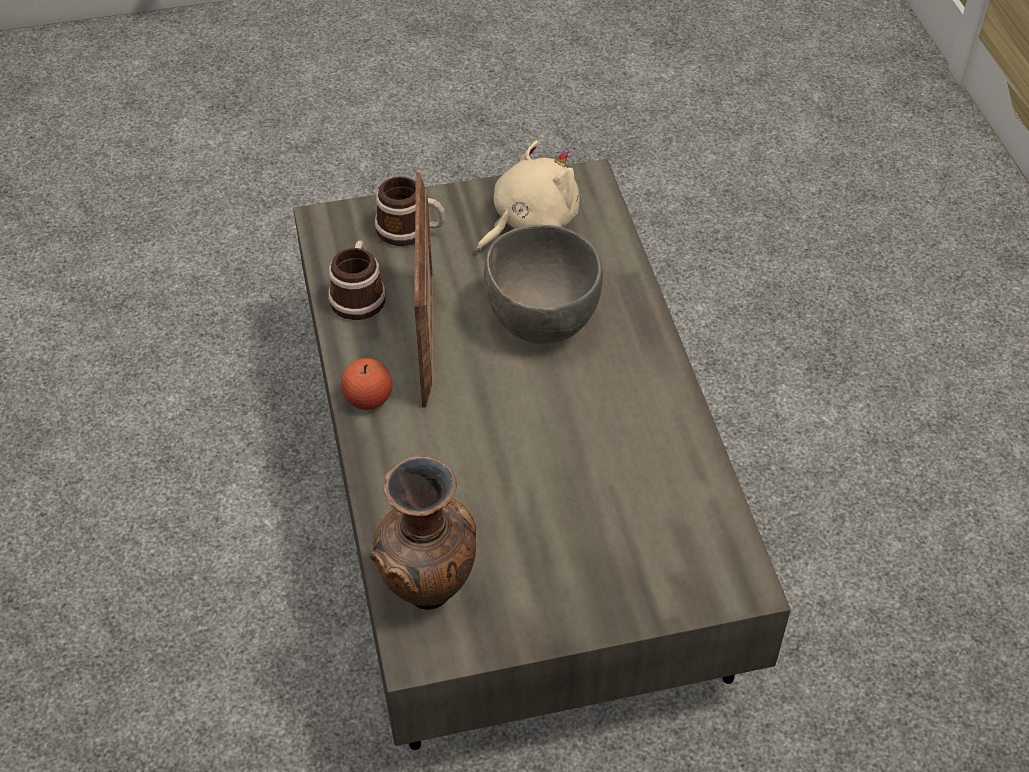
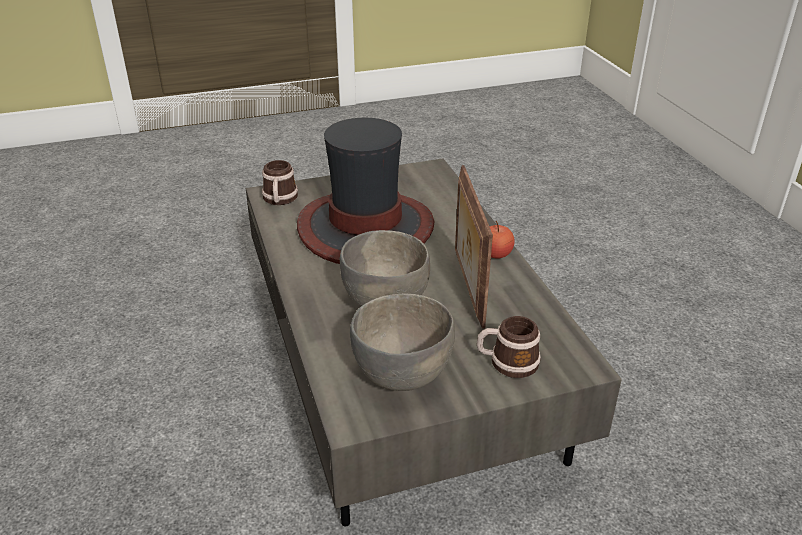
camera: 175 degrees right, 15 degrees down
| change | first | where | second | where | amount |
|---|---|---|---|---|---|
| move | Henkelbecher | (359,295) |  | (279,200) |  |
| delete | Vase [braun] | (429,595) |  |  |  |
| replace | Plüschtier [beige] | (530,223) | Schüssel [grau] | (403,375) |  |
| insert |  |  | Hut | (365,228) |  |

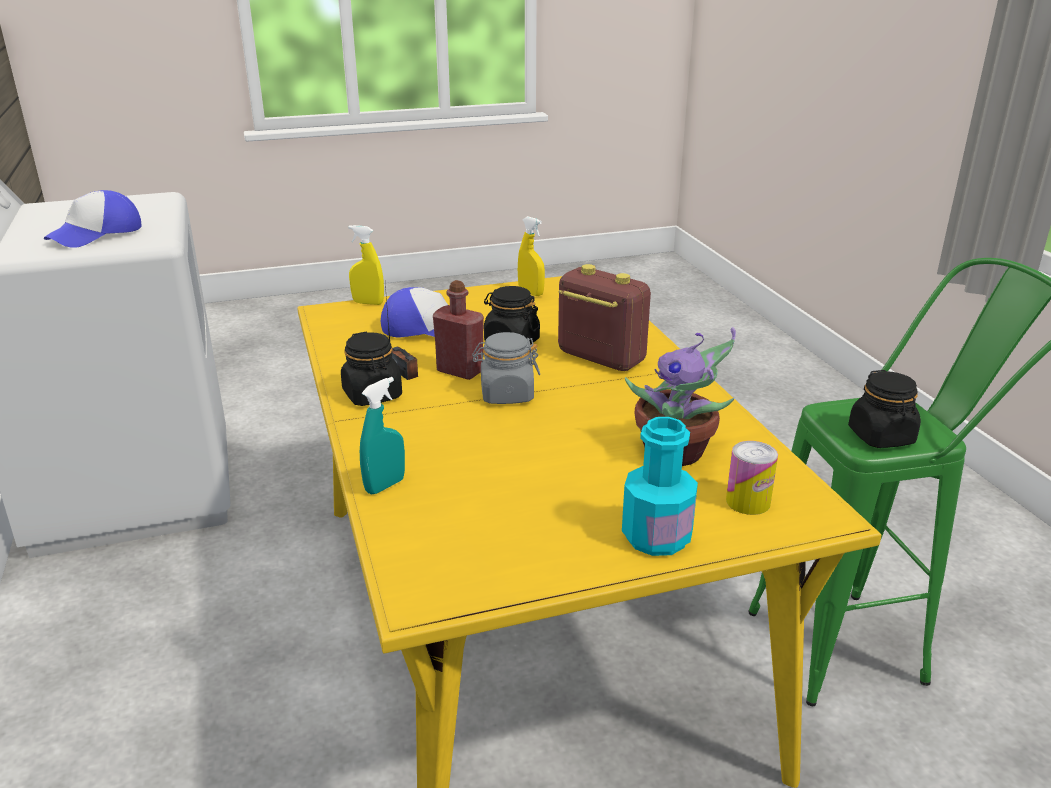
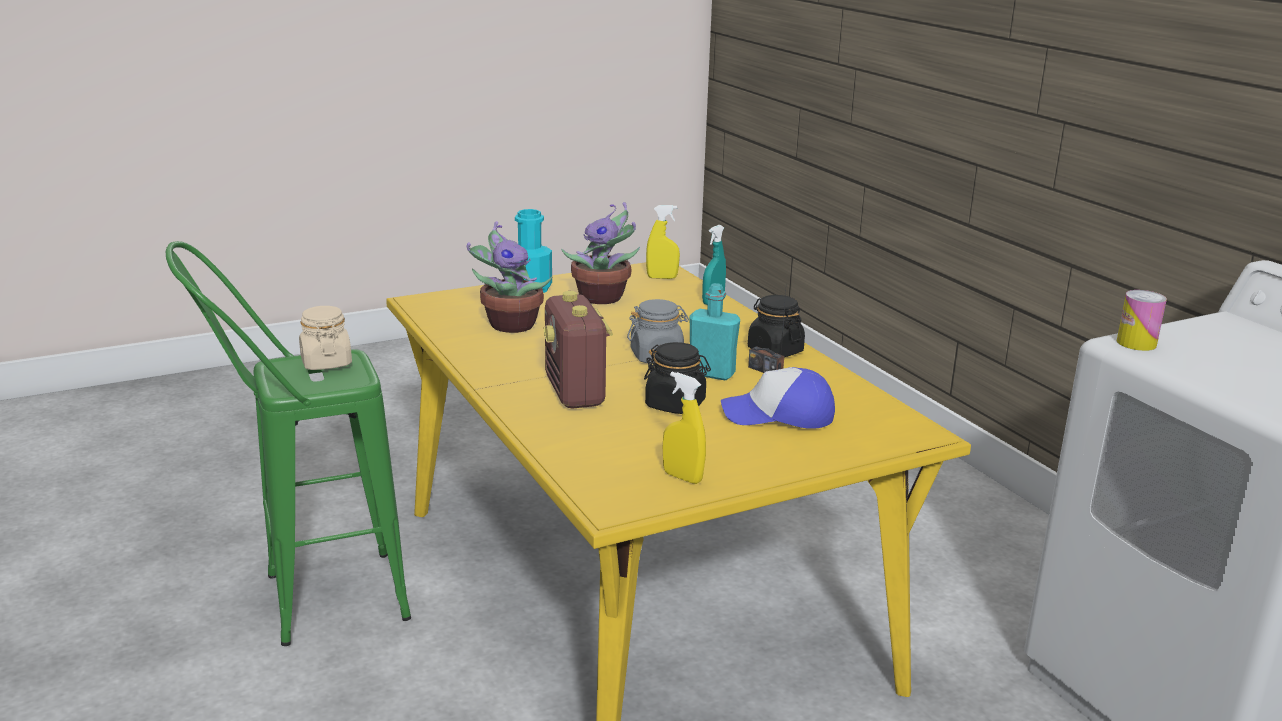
camera: 170 degrees right, 5 degrees down
| change | first | where | second | where | amount |
|---|---|---|---|---|---|
| delete | Kappe | (96,234) |  |  |  |
| move | Sprühflasche [gelb] | (368,303) |  | (662,277) |  |
| recolor | Flasche [rot] | (460,371) | Flasche [türkis] | (711,373) |  |
| rotate | Radio | (600,358) |  | (575,393) | 45 degrees clockwise |
| move | Dose | (748,501) |  | (1136,343) |  |
| recolor | Vorratsglas [schwarz] | (881,436) | Vorratsglas [beige] | (326,362) |  |
| insert |  |  | Topfpflanze | (603,298) |  |

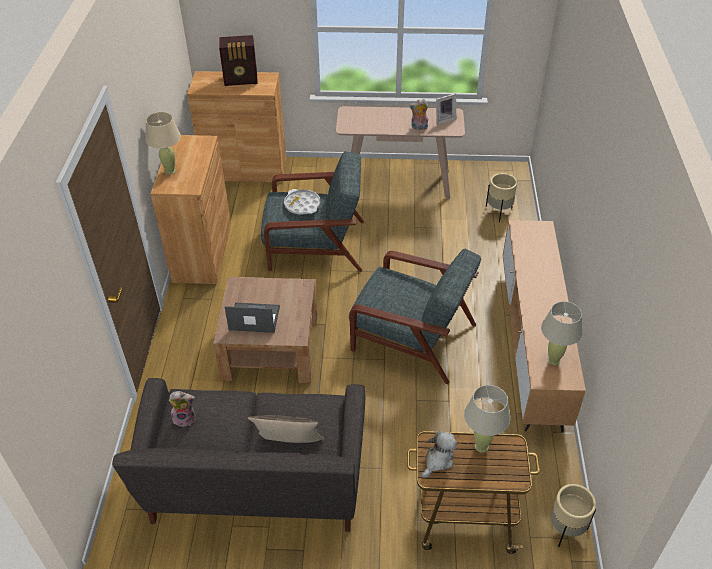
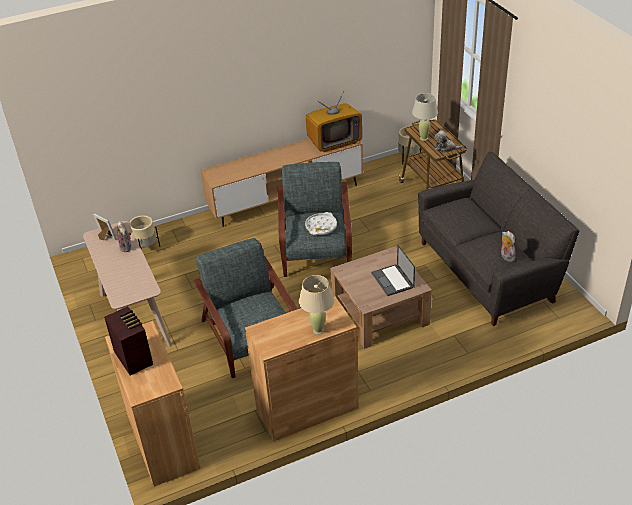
camera: 115 degrees left, 5 degrees down
| change | first | where | second | where | amount |
|---|---|---|---|---|---|
| delete | Kissen | (289,445) |  |  |  |
| move | Tablett [weiß] | (302,205) |  | (321,226) |  |
| replace | Tischlampe [beige] | (553,360) | Fernseher | (334,141) |  |

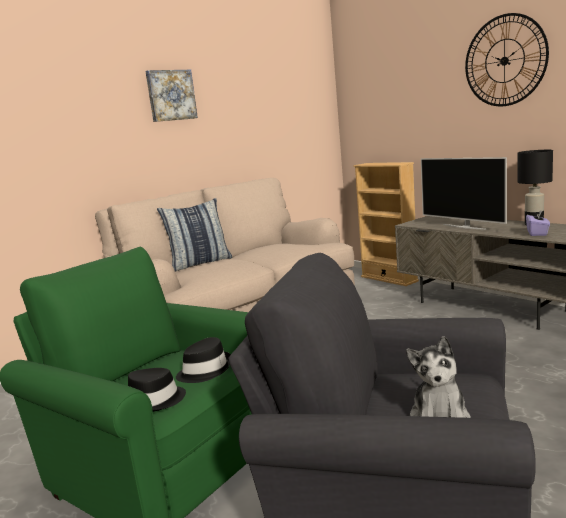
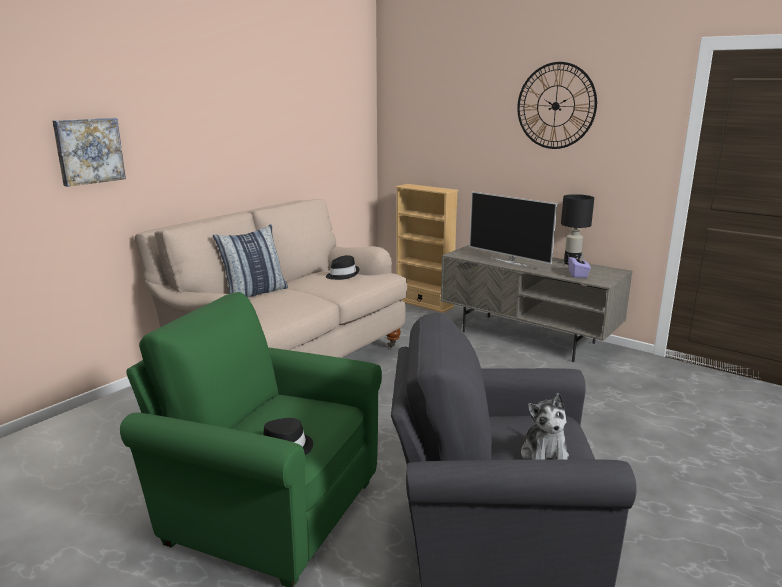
camera: 15 degrees left, 5 degrees up
| change | first | where | second | where | amount |
|---|---|---|---|---|---|
| move | Bild | (171,95) |  | (89,151) |  |
| move | Hut [schwarz] | (205,370) |  | (342,274) |  |

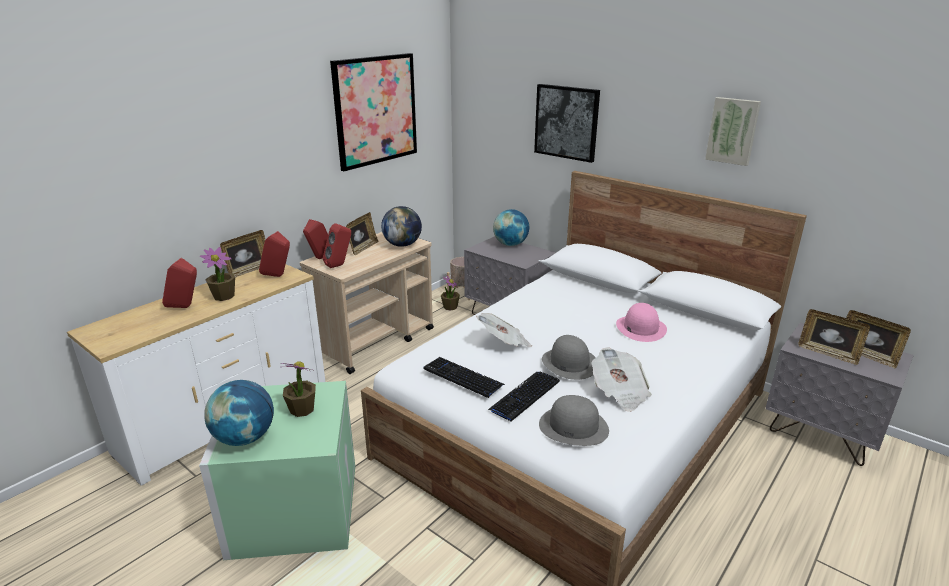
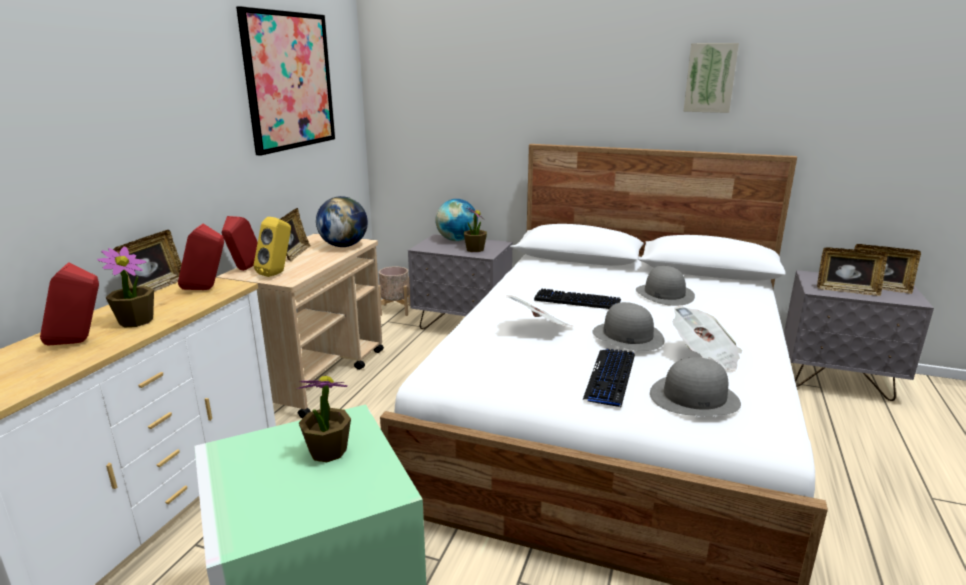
camera: 20 degrees left, 5 degrees down
| change | first | where | second | where | amount |
|---|---|---|---|---|---|
| delete | Globus | (245,438) |  |  |  |
| recolor | Lautsprecher [rot] | (340,265) | Lautsprecher [gelb] | (277,273) |  |
| move | Tastatur | (463,377) |  | (577,300) |  |
| move | Topfpflanze | (450,307) |  | (475,249) |  |
| delete | Bild | (566,122) |  |  |  |
| recolor | Hut [rosa] | (640,328) | Hut [grau] | (664,294) |  |

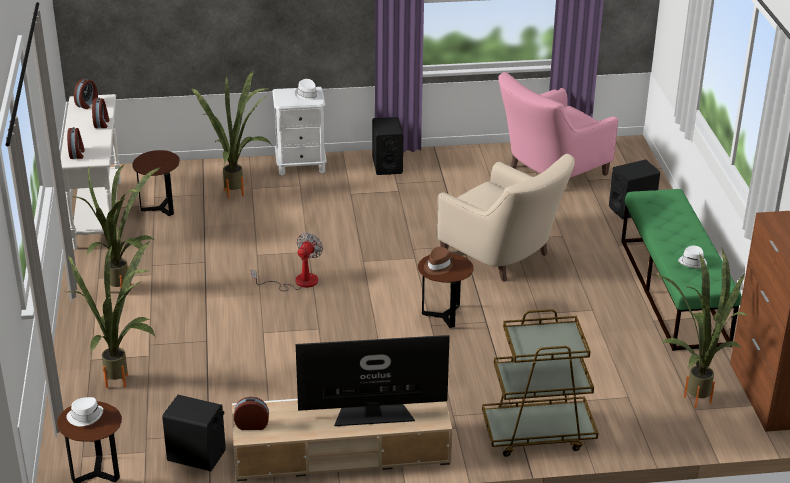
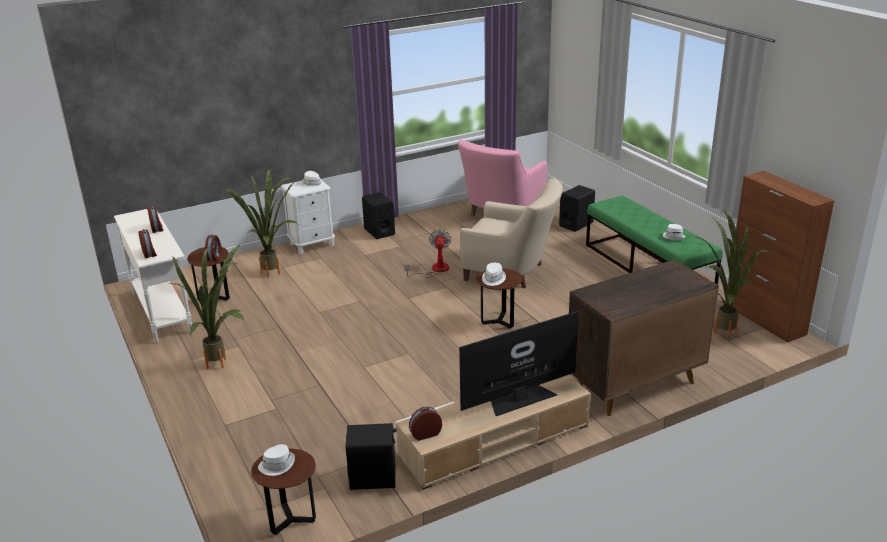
camera: 20 degrees left, 5 degrees down
| change | first | where | second | where | amount |
|---|---|---|---|---|---|
| delete | Topfpflanze | (124,383) |  |  |  |
| move | Wecker | (87,104) |  | (215,257) |  |
| move | Ventilator | (297,282) |  | (434,270) |  |
| recolor | Hut [braun] | (438,266) | Hut [weiß] | (493,278) |  |
| replace | Rollwagen [braun] | (537,433) | Schrank [braun] | (634,385) |  |

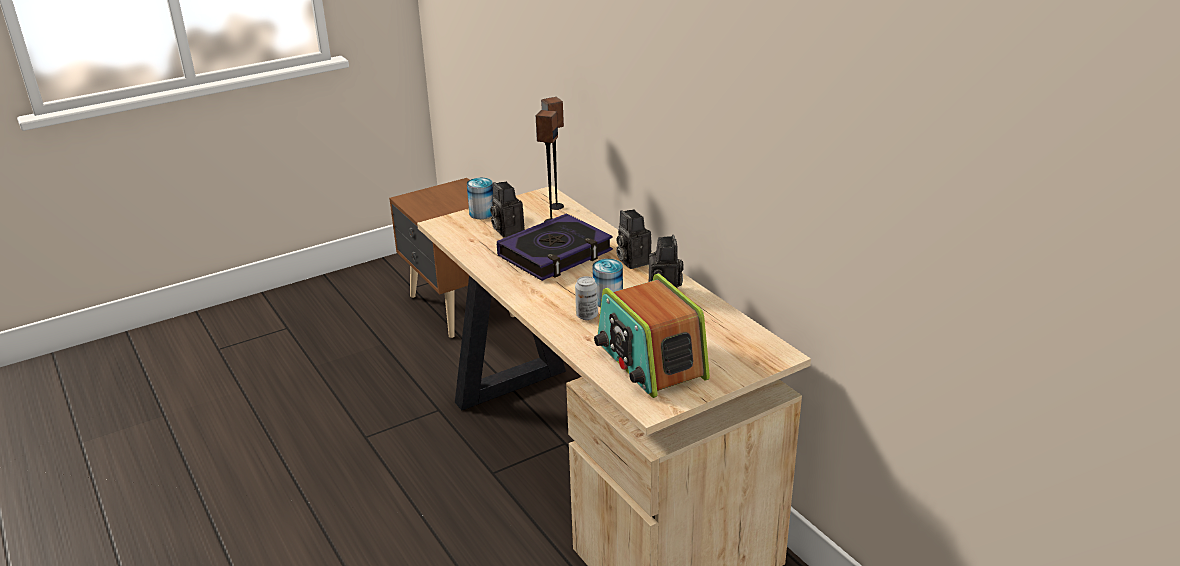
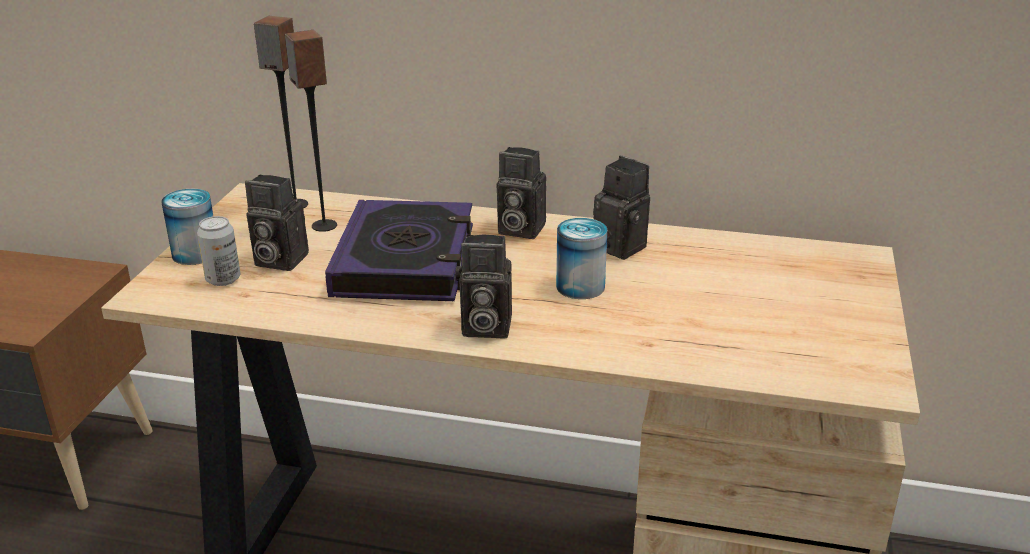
camera: 45 degrees left, 0 degrees up
| change | first | where | second | where | amount |
|---|---|---|---|---|---|
| move | Dose | (587,315) |  | (223,279) |  |
| delete | Radio | (650,361) |  |  |  |
| insert |  |  | Kamera | (483,327) |  |

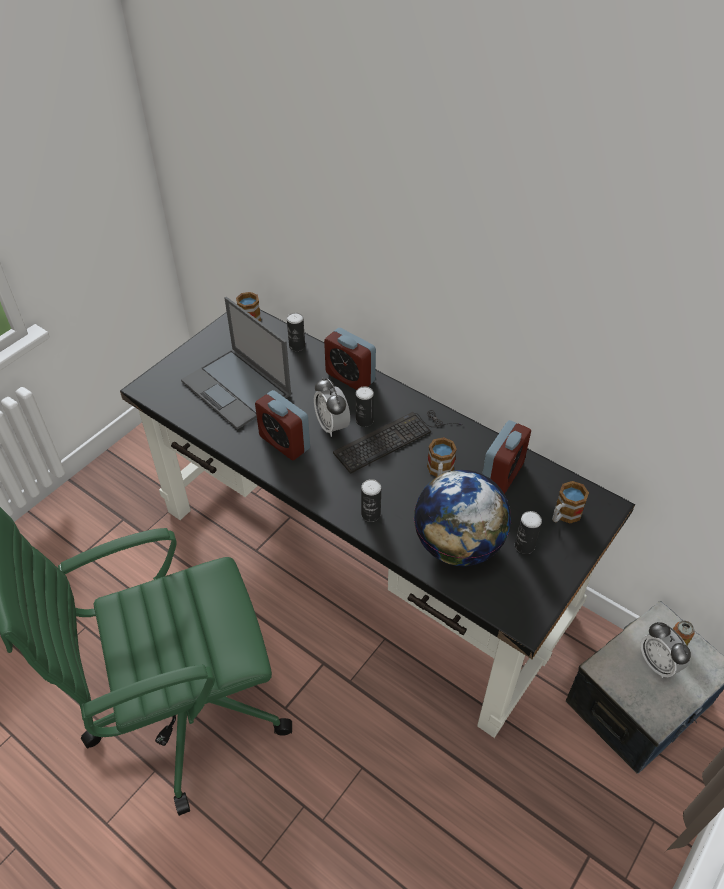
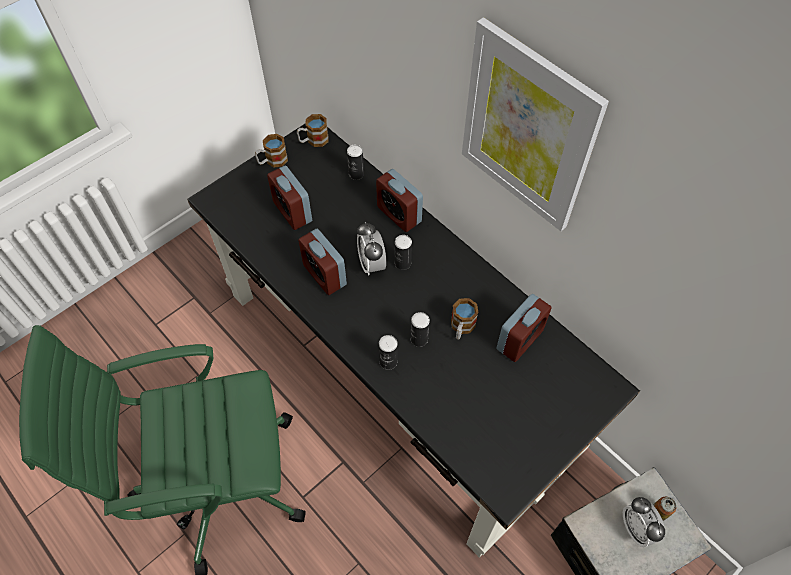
camera: 10 degrees right, 10 degrees up
| change | first | where | second | where | amount |
|---|---|---|---|---|---|
| replace | Laptop | (237,388) | Wecker | (292,212) |  |
| delete | Tastatur | (394,438) |  |  |  |
| delete | Globus | (457,545) |  |  |  |
| move | Dose | (524,546) |  | (419,339) |  |
| move | Henkelbecher | (564,515) |  | (272,161) |  |
| insert |  |  | Bild | (527,129) |  |

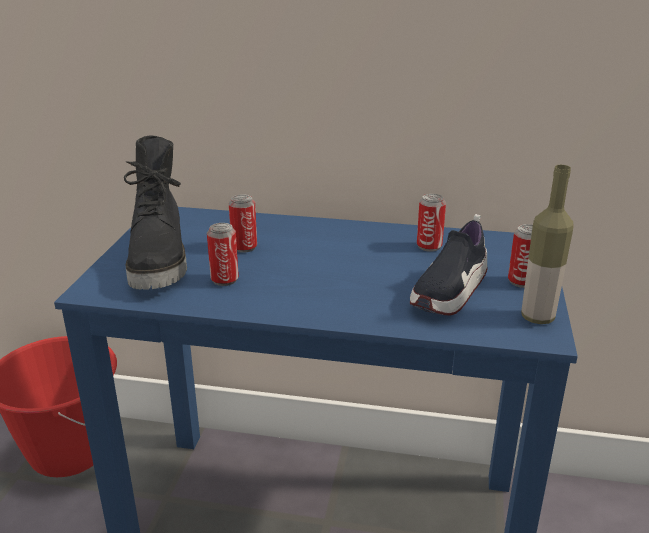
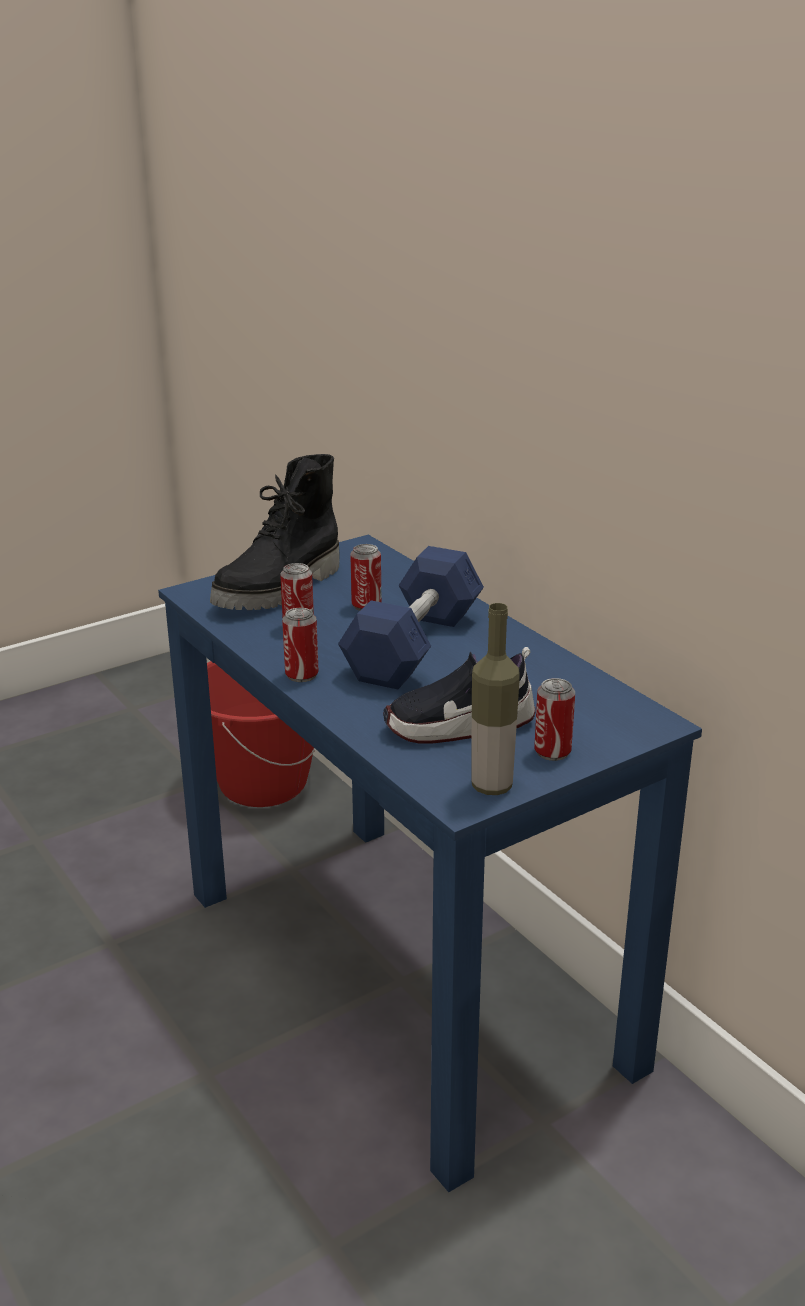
camera: 45 degrees right, 0 degrees up
| change | first | where | second | where | amount |
|---|---|---|---|---|---|
| move | Dose | (429,246) |  | (301,675) |  |
| insert |  |  | Hantel [blau] | (414,646) |  |

